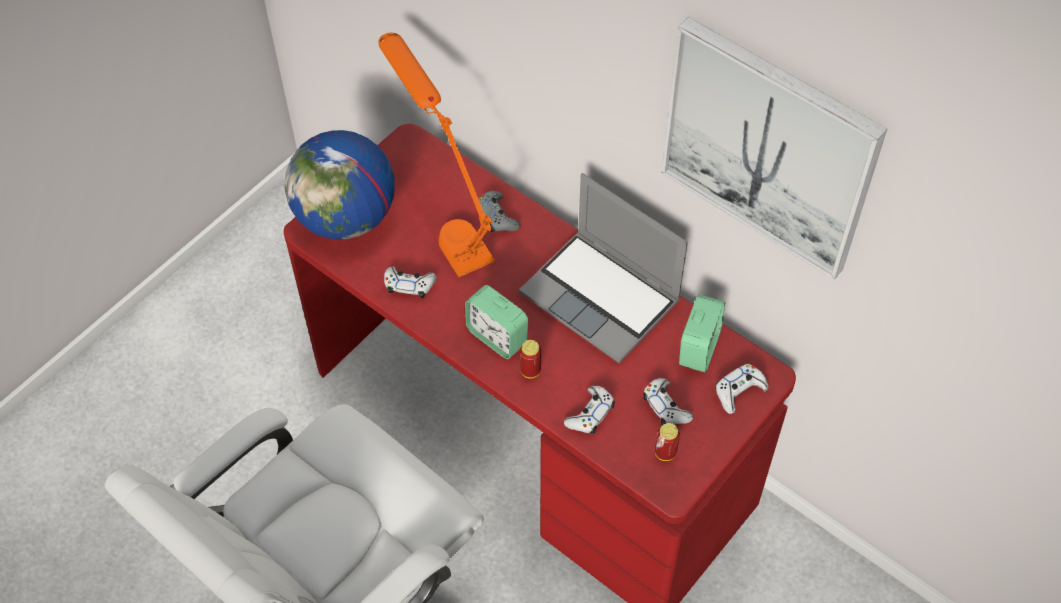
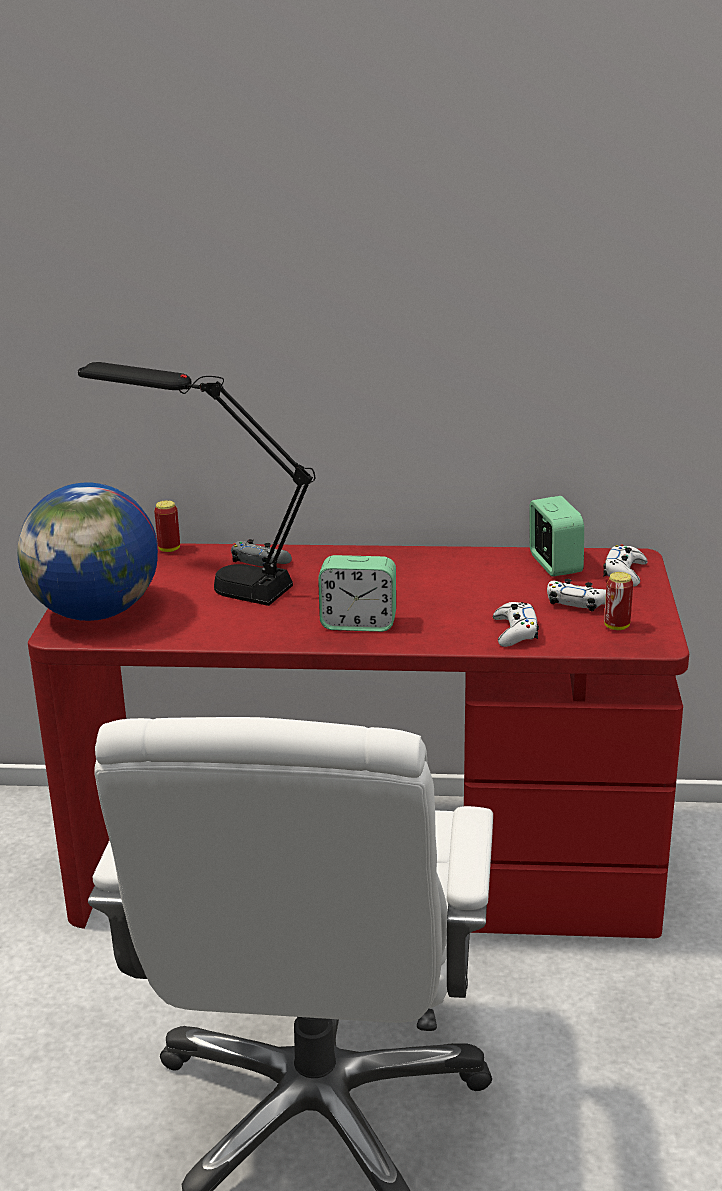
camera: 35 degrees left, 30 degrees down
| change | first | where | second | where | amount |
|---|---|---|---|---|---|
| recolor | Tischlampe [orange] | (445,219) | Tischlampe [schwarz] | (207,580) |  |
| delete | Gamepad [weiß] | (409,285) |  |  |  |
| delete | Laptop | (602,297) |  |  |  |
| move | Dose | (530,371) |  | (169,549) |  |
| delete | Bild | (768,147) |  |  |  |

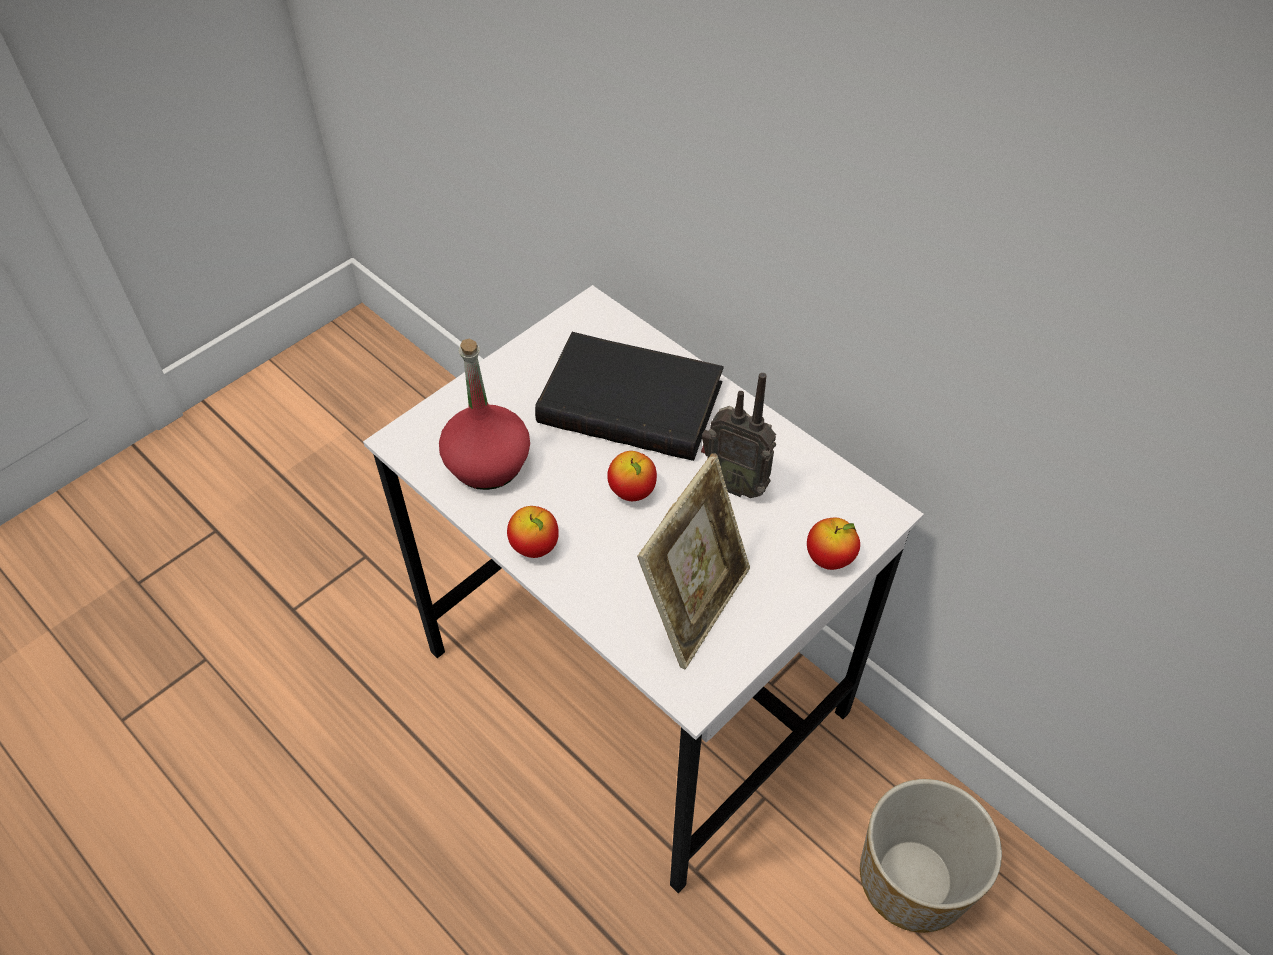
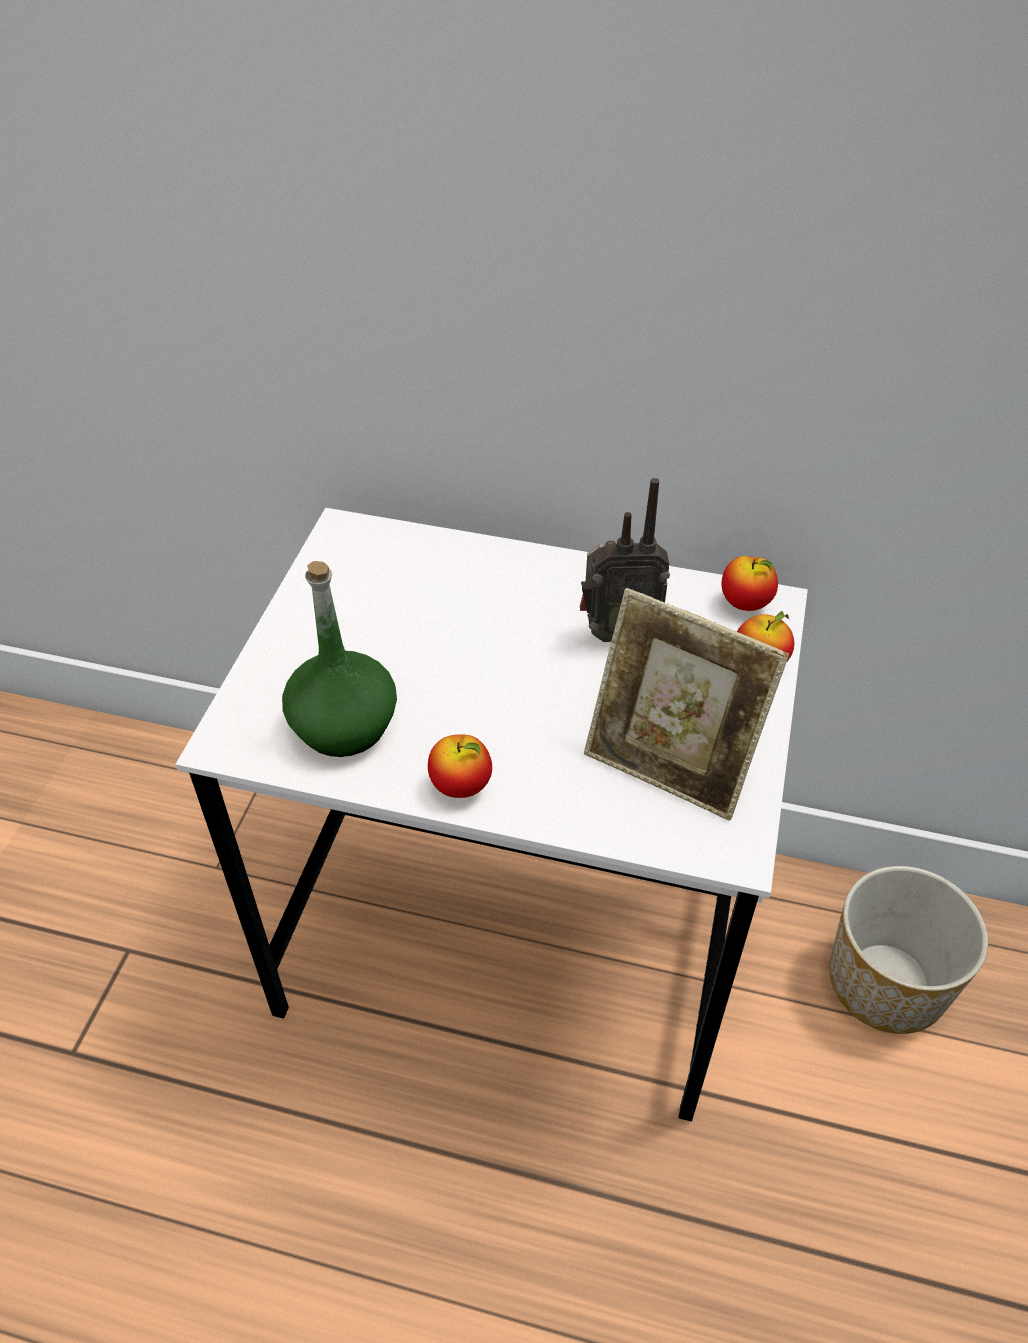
camera: 30 degrees left, 5 degrees down
| change | first | where | second | where | amount |
|---|---|---|---|---|---|
| recolor | Flasche [rot] | (488,464) | Flasche [grün] | (344,725) |  |
| delete | Buch [schwarz] | (633,400) |  |  |  |
| move | Apfel | (632,492) |  | (745,604) |  |
| rotate | Bilderrahmen | (695,605) |  | (669,766) | 120 degrees clockwise |

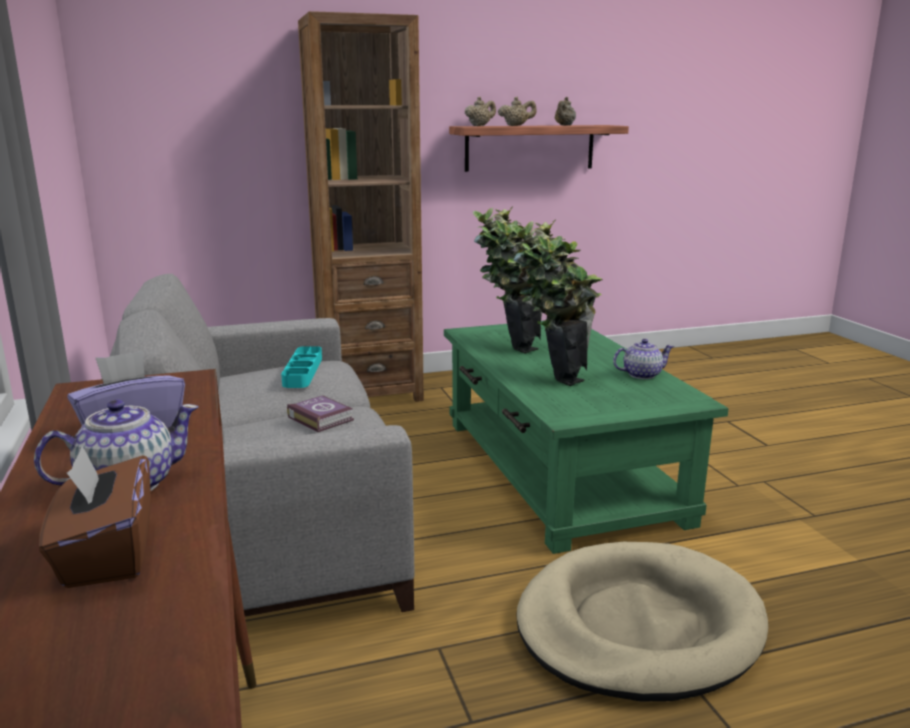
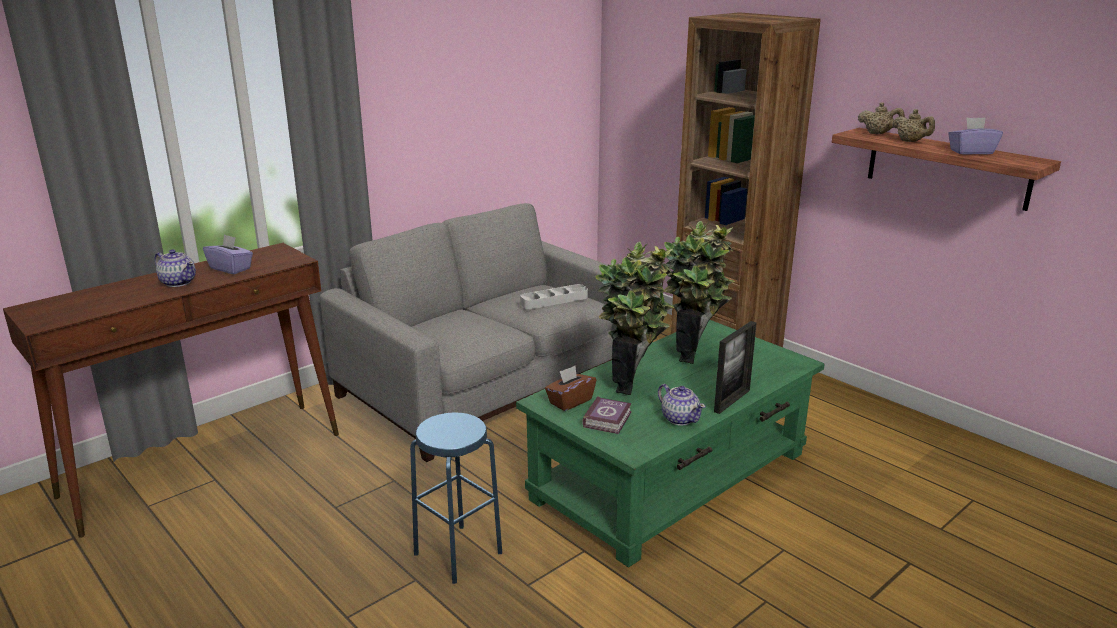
camera: 65 degrees right, 5 degrees up
| change | first | where | second | where | amount |
|---|---|---|---|---|---|
| move | Taschentuchbox [braun] | (106,554) |  | (570,401) |  |
| recolor | Tablett [türkis] | (303,371) | Tablett [grau] | (554,300) |  |
| move | Buch | (320,418) |  | (608,419) |  |
| replace | Hundebett [beige] | (637,626) | Hocker [blau] | (458,553) |  |
| replace | Teekanne [beige] | (564,125) | Taschentuchbox [lila] | (971,152) |  |
| insert |  |  | Bilderrahmen | (732,401) |  |

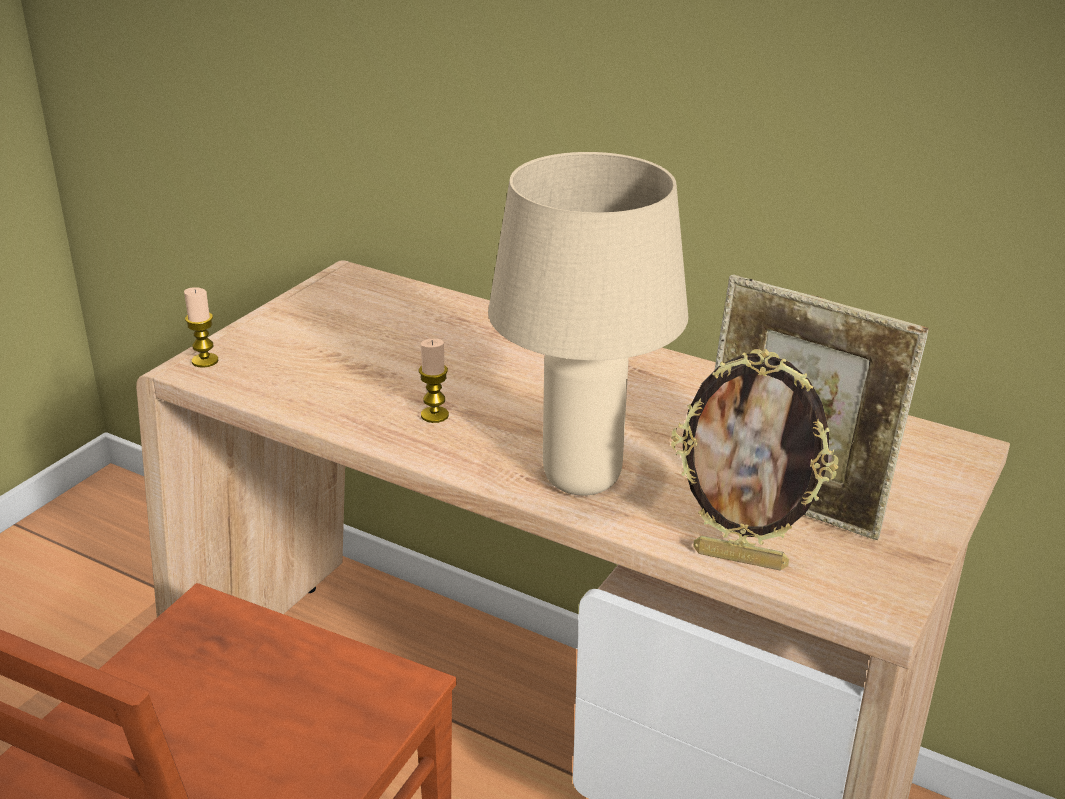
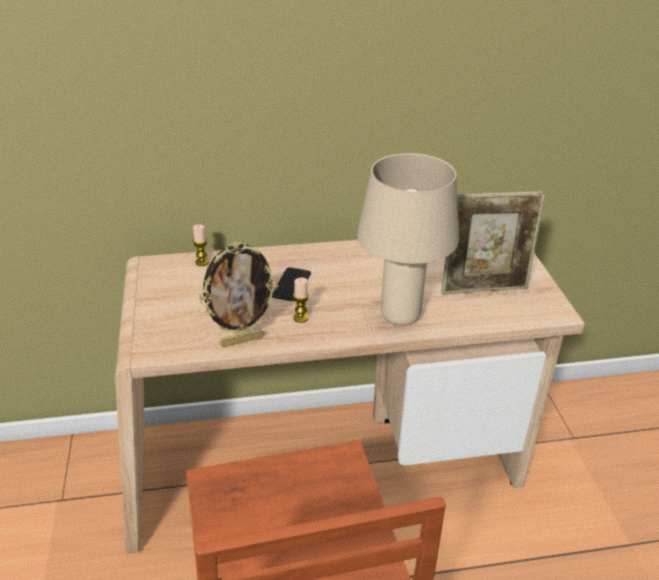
camera: 40 degrees left, 5 degrees up
| change | first | where | second | where | amount |
|---|---|---|---|---|---|
| move | Kerze | (205,361) |  | (202,262) |  |
| move | Bilderrahmen | (741,558) |  | (242,340) |  |
| insert |  |  | Handy | (291,285) |  |

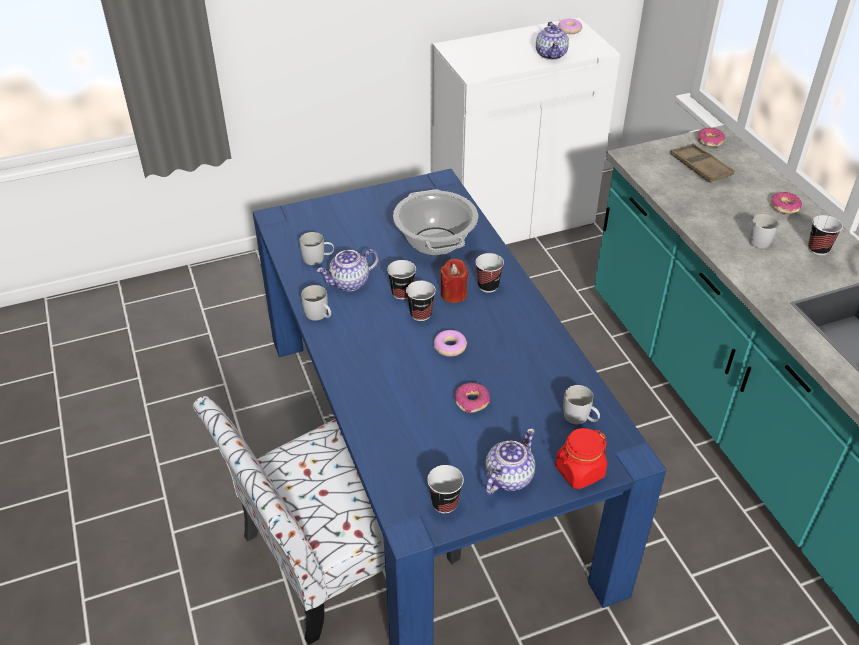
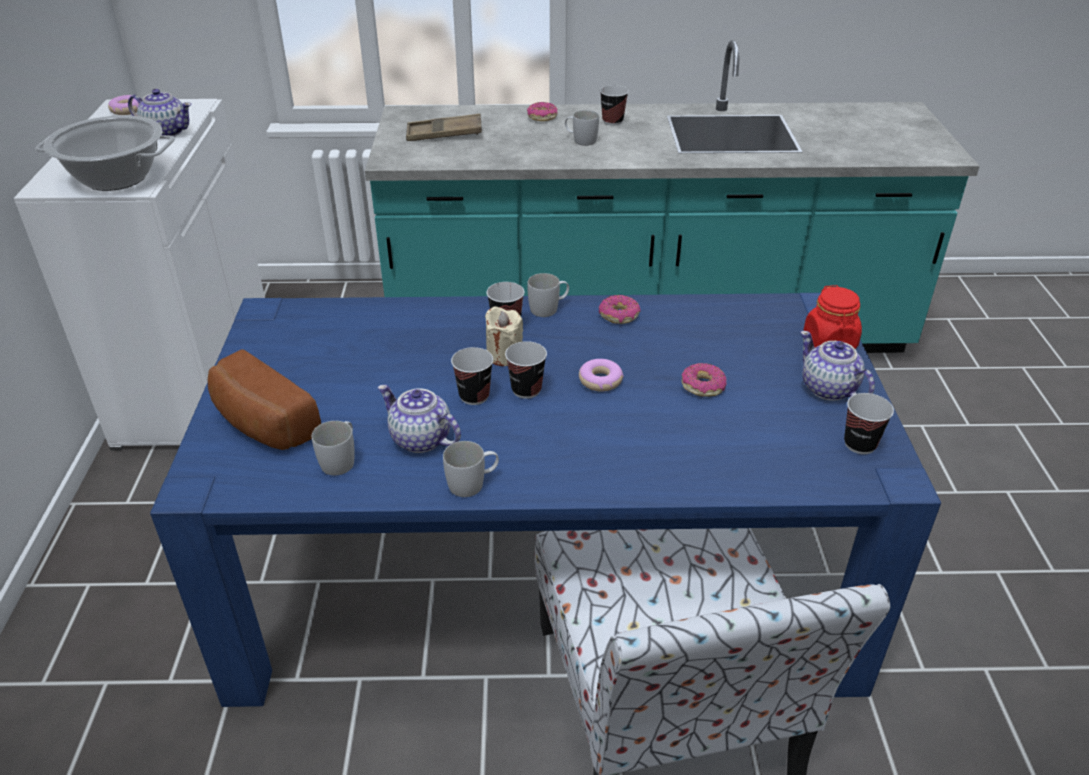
camera: 70 degrees left, 5 degrees down
| change | first | where | second | where | amount |
|---|---|---|---|---|---|
| rotate | Teekanne | (349,283) |  | (420,439) | 135 degrees clockwise |
| move | Kochtopf | (435,241) |  | (115,178) |  |
| recolor | Kerze [rot] | (453,294) | Kerze [beige] | (504,355) |  |
| move | Henkelbecher [weiß] | (580,418) |  | (549,308) |  |
| move | Donut | (709,141) |  | (619,316) |  |
| insert |  |  | Brot | (261,424) |  |

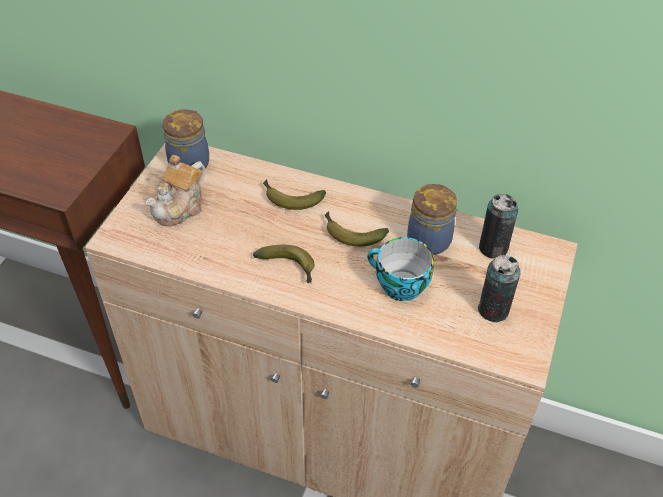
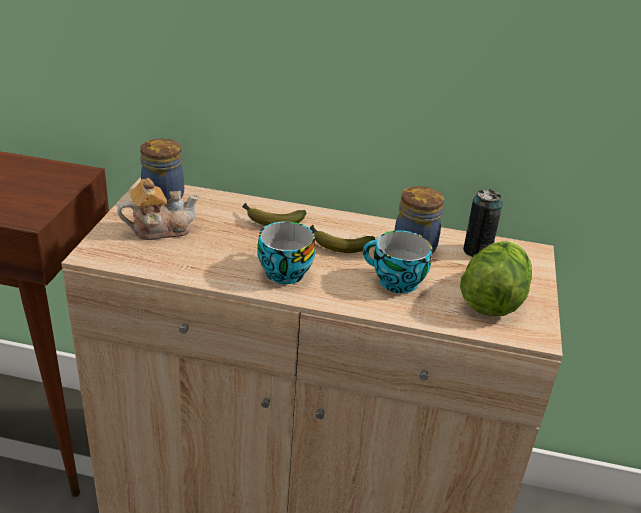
camera: 10 degrees left, 15 degrees down
| change | first | where | second | where | amount |
|---|---|---|---|---|---|
| rotate | Teekanne | (181,207) |  | (160,229) | 135 degrees counterclockwise |
| replace | Banane | (289,267) | Tasse | (282,271) |  |
| replace | Dose | (493,310) | Salatkopf | (492,297) |  |

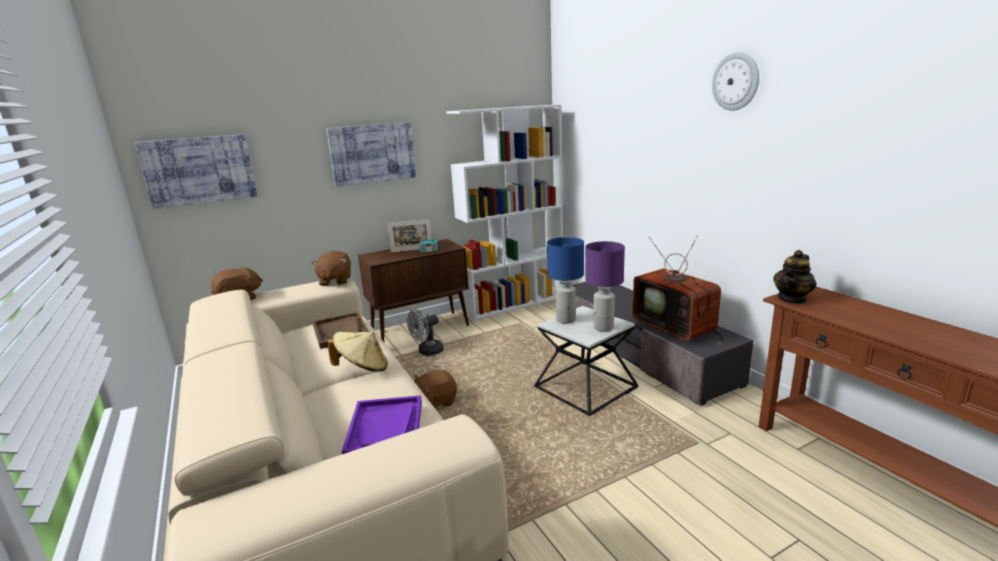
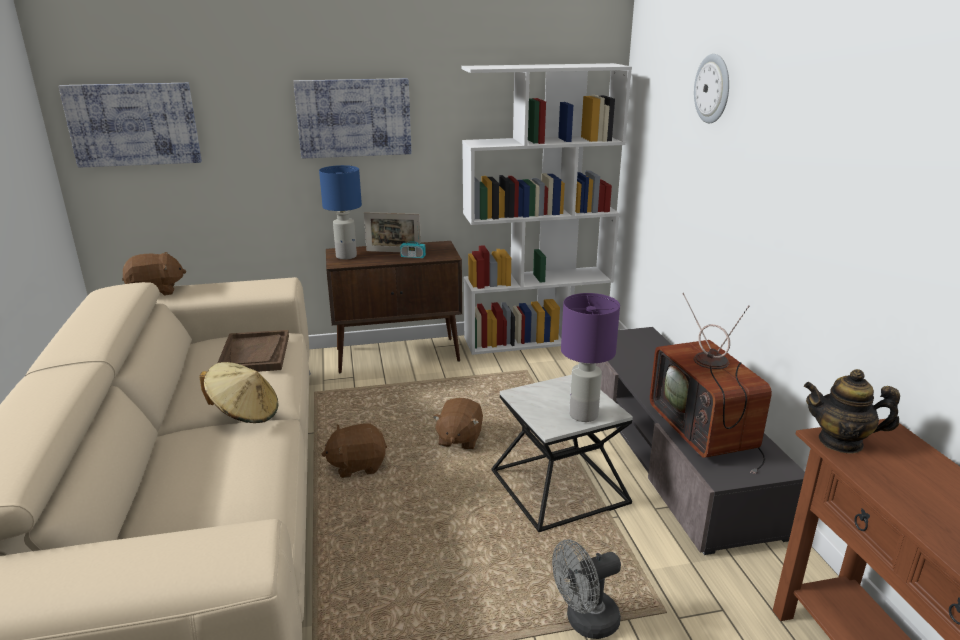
camera: 15 degrees right, 5 degrees up
| change | first | where | second | where | amount |
|---|---|---|---|---|---|
| move | Plüschtier [braun] | (335,281) |  | (459,439) |  |
| delete | Tablett [lila] | (385,428) |  |  |  |
| move | Ventilator [grau] | (427,352) |  | (585,622) |  |
| move | Tischlampe [blau] | (565,320) |  | (346,256) |  |
| move | Wanduhr | (736,81) |  | (713,89) |  |
| rotate | Teekanne | (792,299) |  | (841,442) | 45 degrees clockwise |

